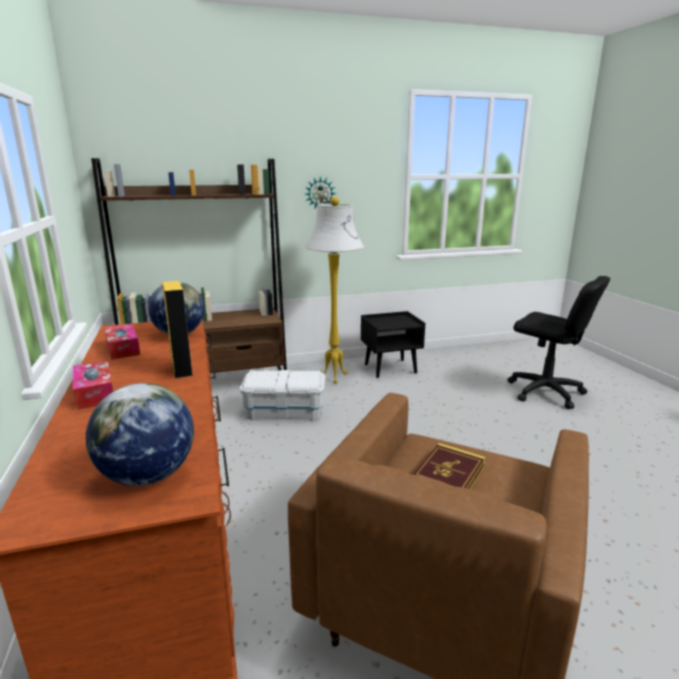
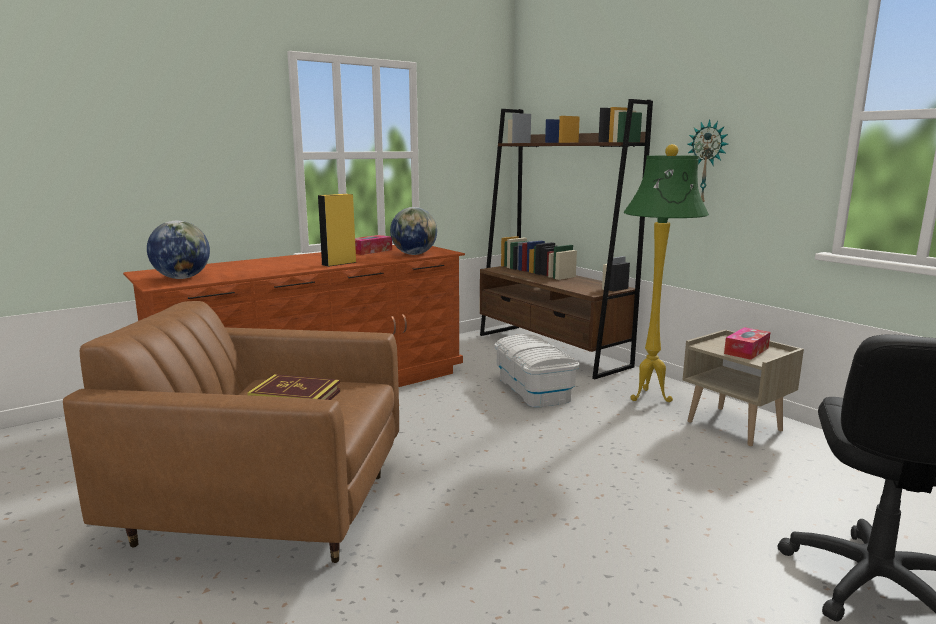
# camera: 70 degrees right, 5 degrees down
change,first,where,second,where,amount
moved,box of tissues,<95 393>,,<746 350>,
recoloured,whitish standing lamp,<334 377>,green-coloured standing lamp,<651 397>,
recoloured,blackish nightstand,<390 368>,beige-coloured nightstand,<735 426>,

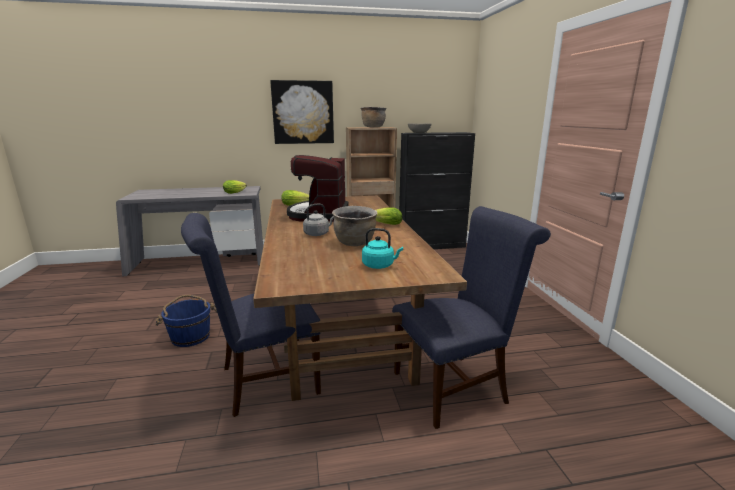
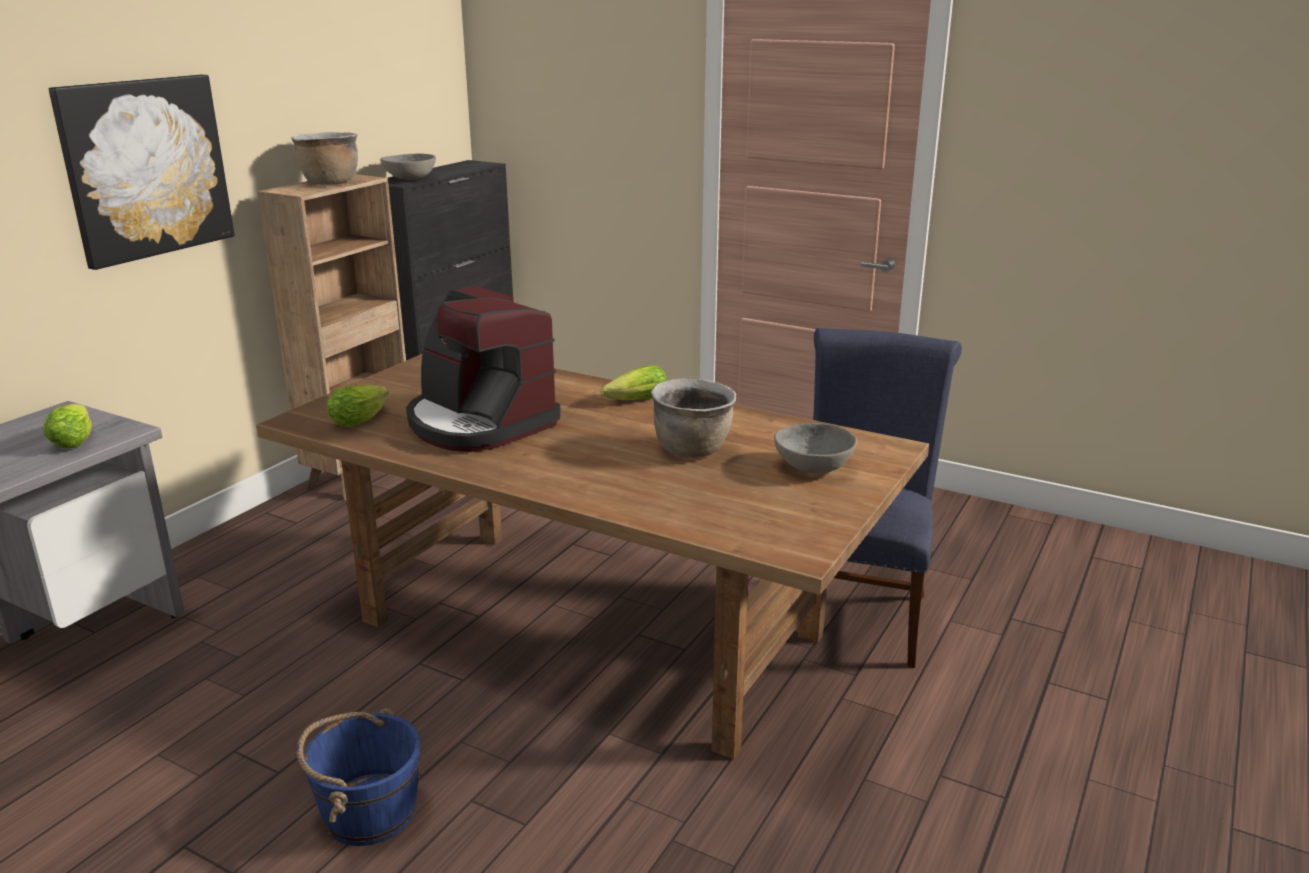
# camera: 50 degrees left, 5 degrees up
change,first,where,second,where,amount
removed,bluish upright chair,<262 381>,,,
removed,greyish kettle,<318 234>,,,
replaced,turquoise-coloured kettle,<379 265>,greyish bowl,<812 467>,

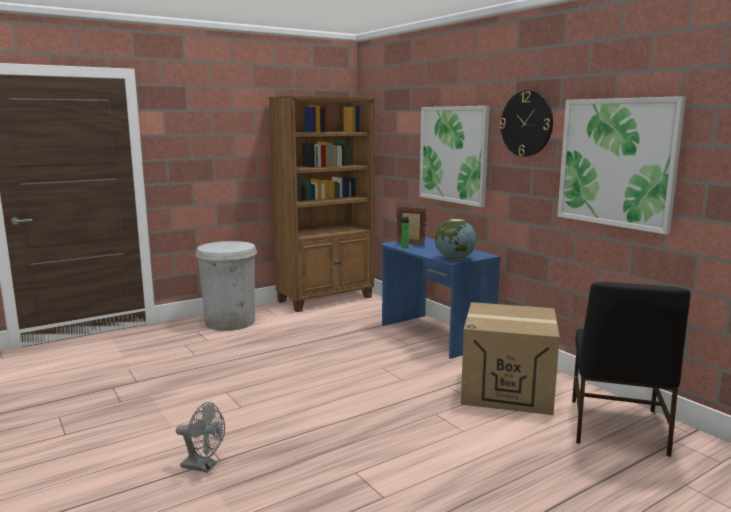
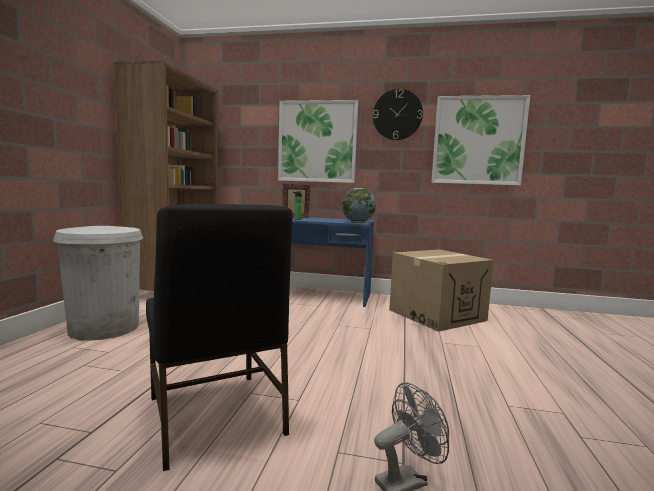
# camera: 45 degrees left, 5 degrees down
change,first,where,second,where,amount
moved,blackish upright chair,<616 427>,,<214 417>,

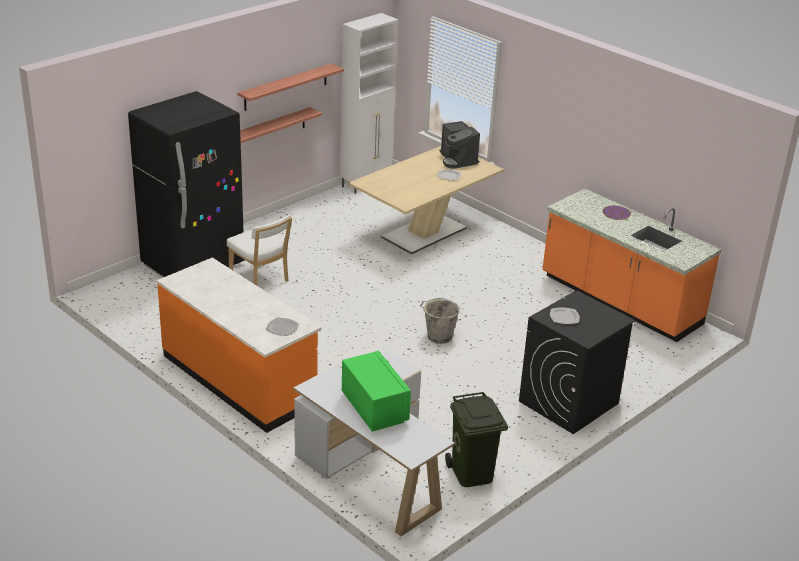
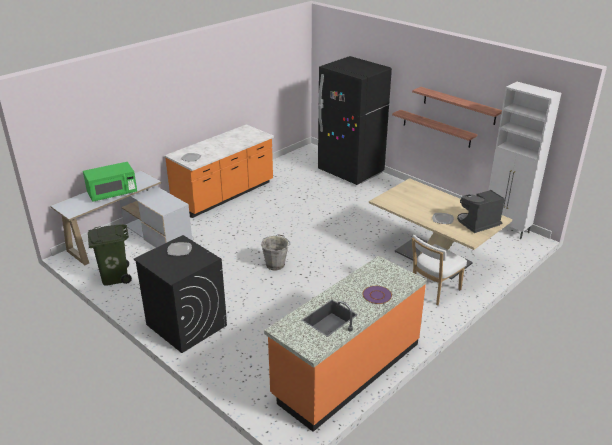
# camera: 90 degrees right, 0 degrees up
change,first,where,second,where,amount
moved,whitish upright chair,<260 280>,,<433 290>,

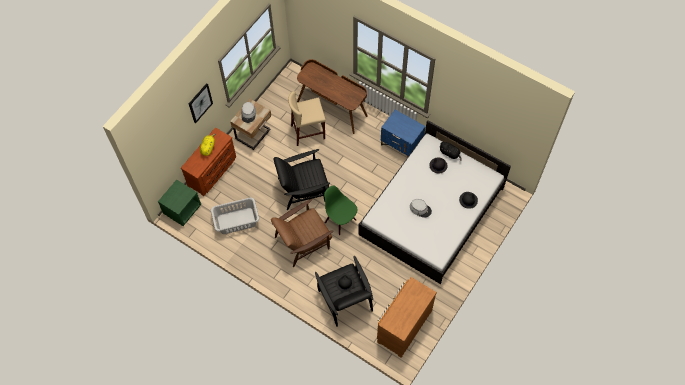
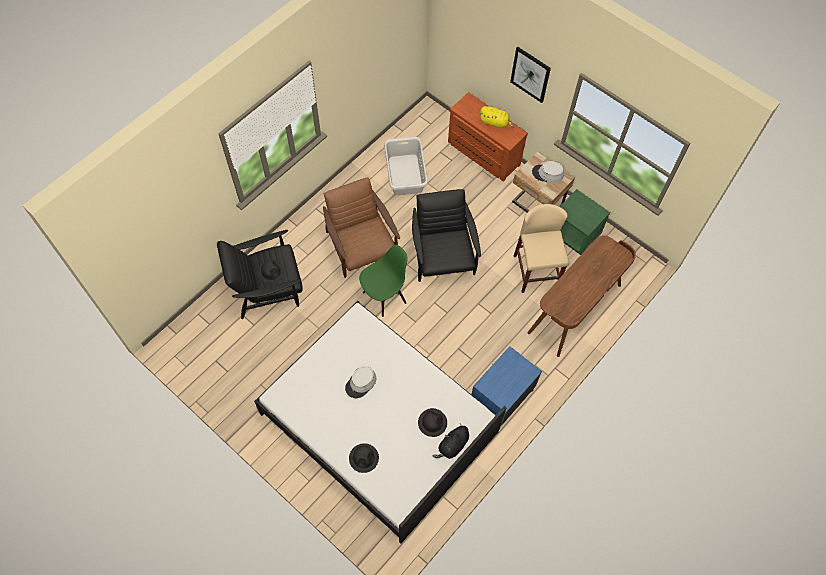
# camera: 95 degrees right, 0 degrees up
change,first,where,second,where,amount
removed,brownish drawer chest,<403 326>,,,
moved,green-coloured nightstand,<182 209>,,<575 233>,

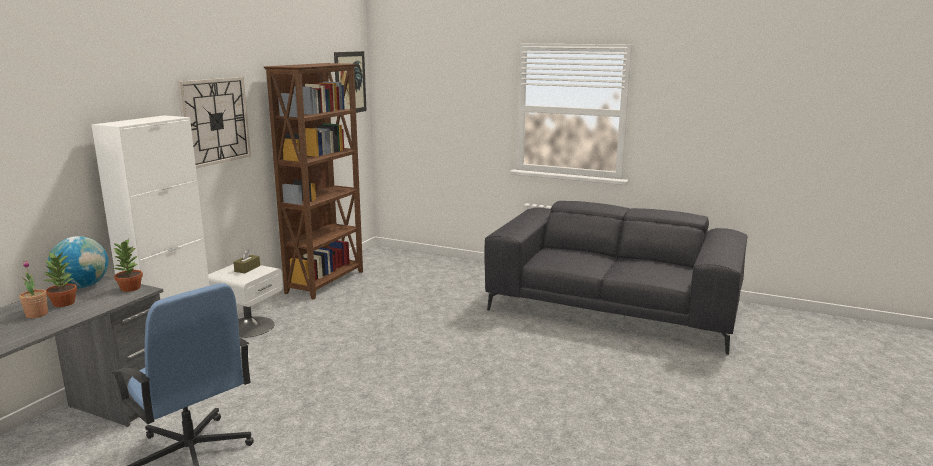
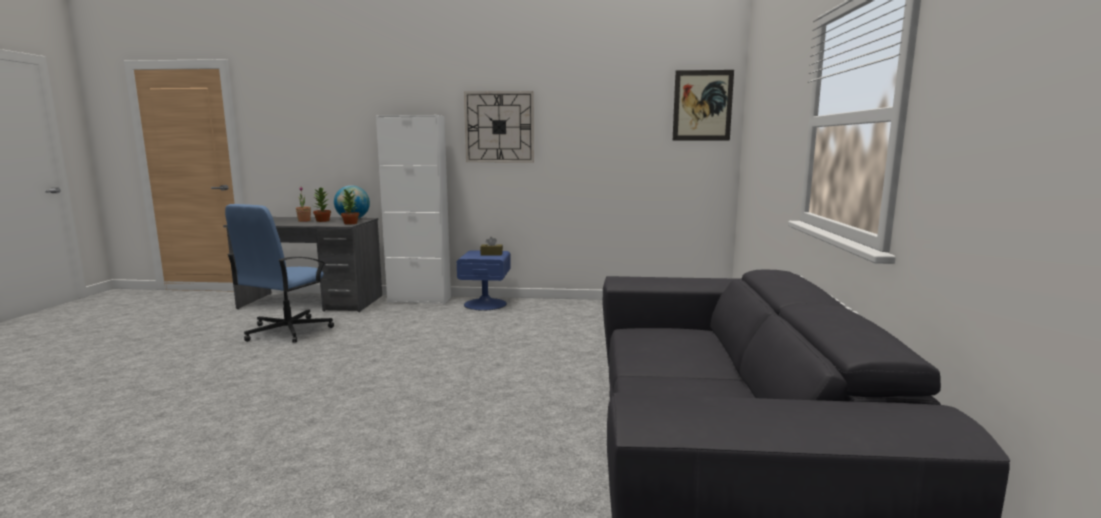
# camera: 70 degrees right, 5 degrees down
change,first,where,second,where,amount
removed,brownish bookshelf,<326 282>,,,
recoloured,whitish nightstand,<248 326>,bluish nightstand,<485 304>,

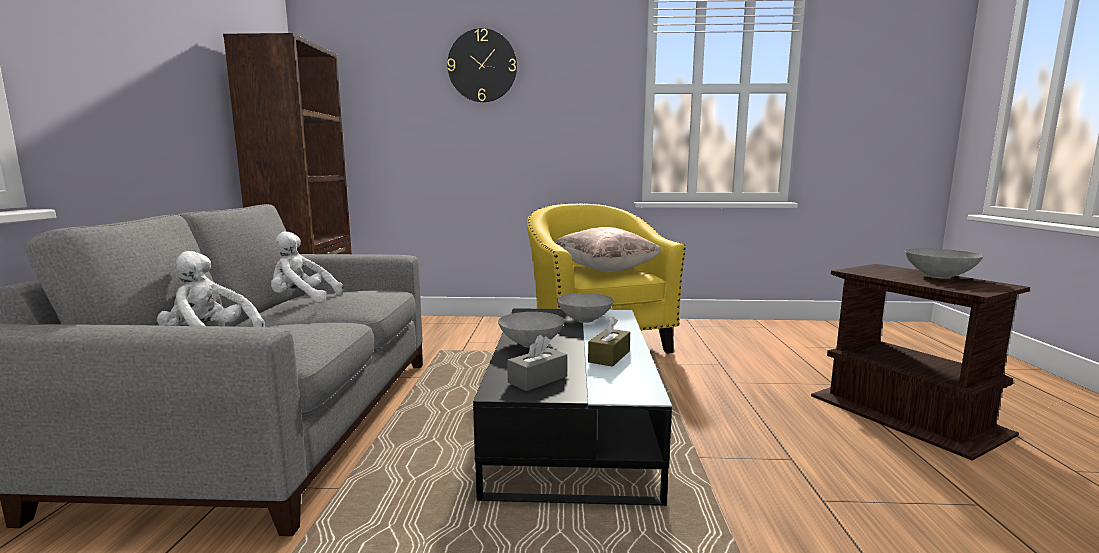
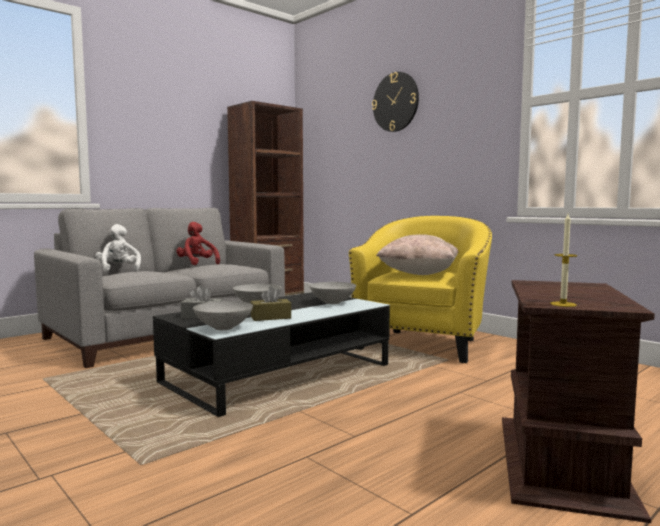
# camera: 45 degrees right, 5 degrees down
change,first,where,second,where,amount
added,,,wax light,<563 304>,
moved,greyish bowl,<938 276>,,<222 328>,
recoloured,whitish soft toy,<302 299>,reddish soft toy,<197 264>,

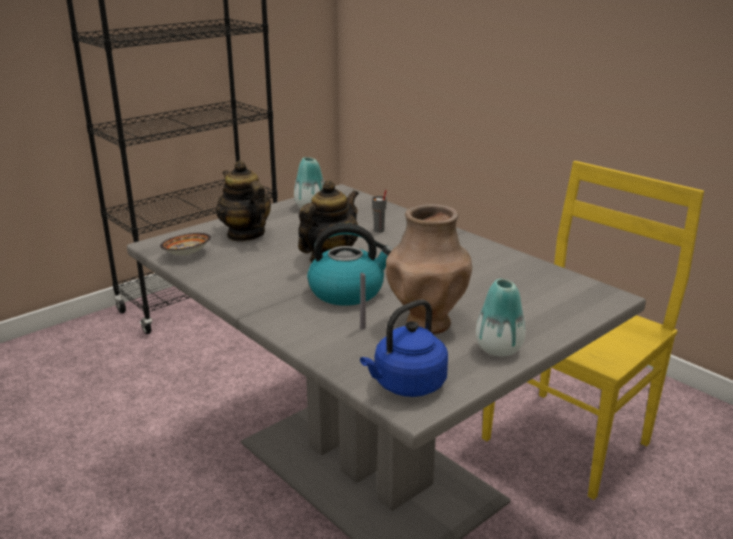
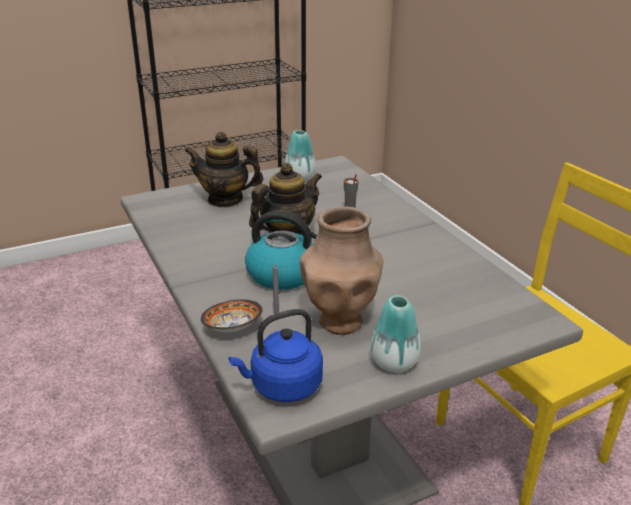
# camera: 15 degrees right, 5 degrees up
change,first,where,second,where,amount
moved,bowl,<187 254>,,<232 327>,
turned,teapot,<245 234>,,<225 200>,60 degrees counterclockwise

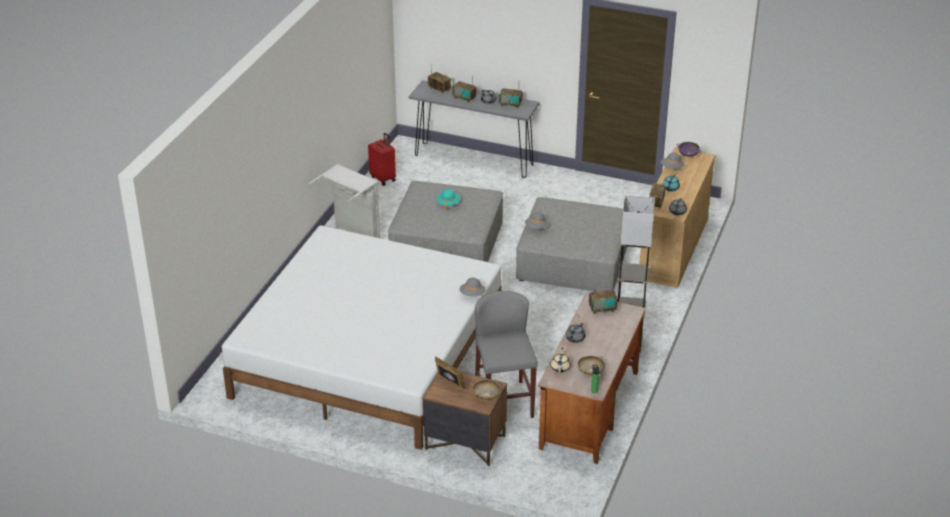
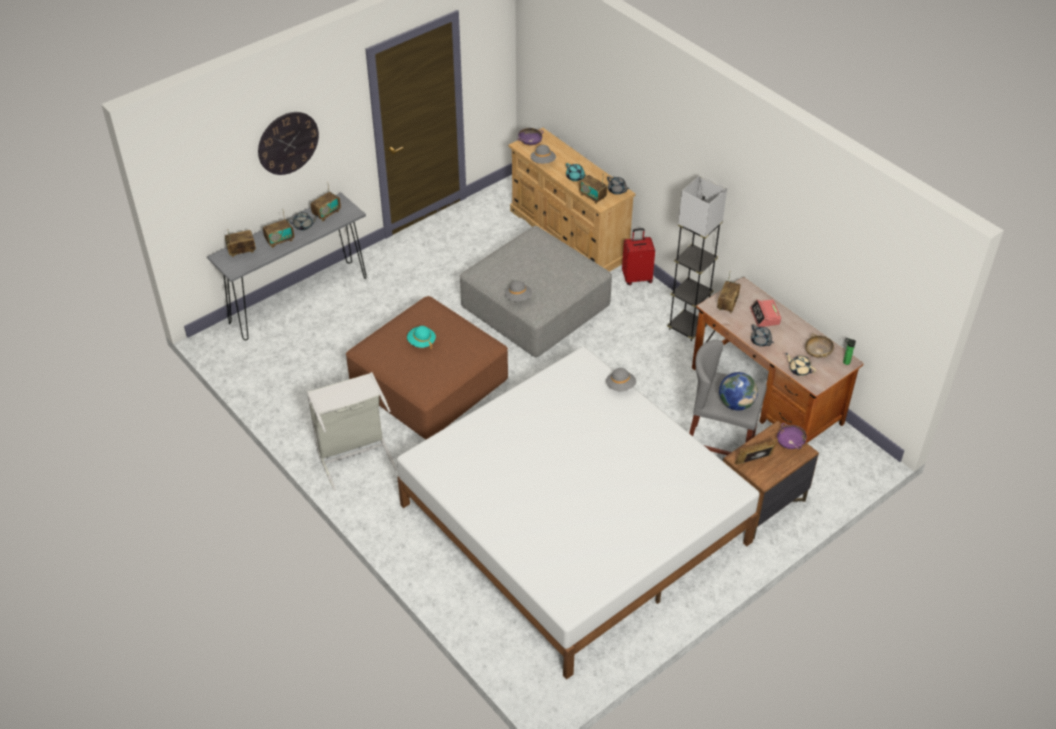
# camera: 60 degrees left, 10 degrees up
change,first,where,second,where,amount
added,,,clock on the wall,<288 143>,
added,,,desk globe,<736 404>,
added,,,bedside clock,<765 316>,
moved,reddish suitcase,<383 178>,,<637 278>,
recoloured,greyish pouffe,<447 242>,brownish pouffe,<429 382>,
recoloured,beige-coloured bowl,<486 396>,purple bowl,<790 443>,

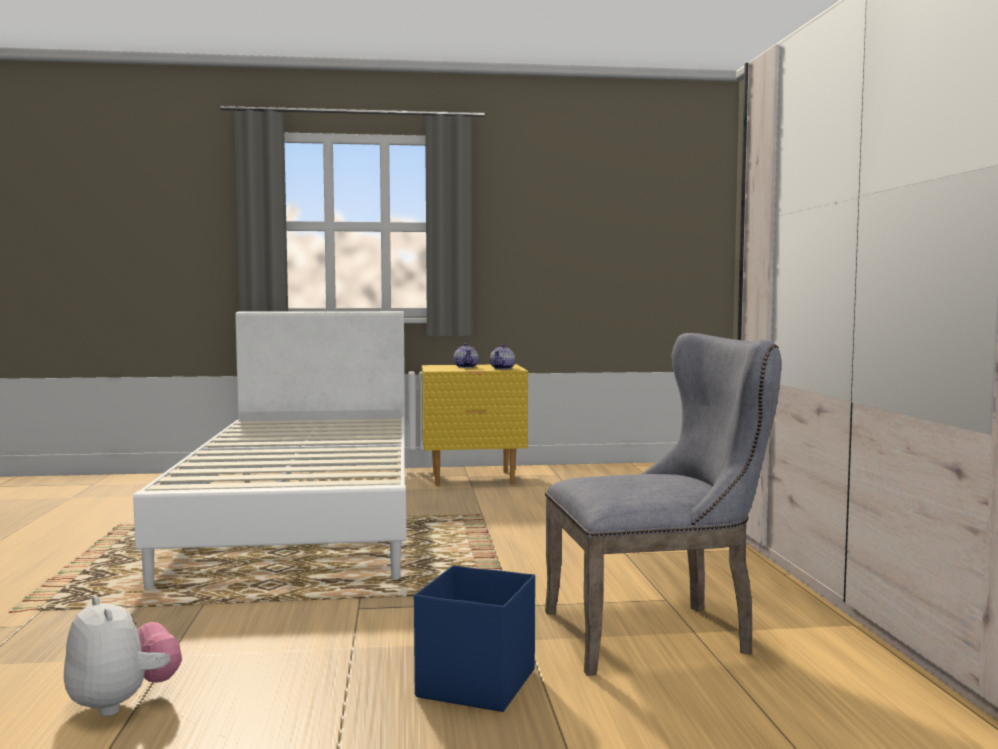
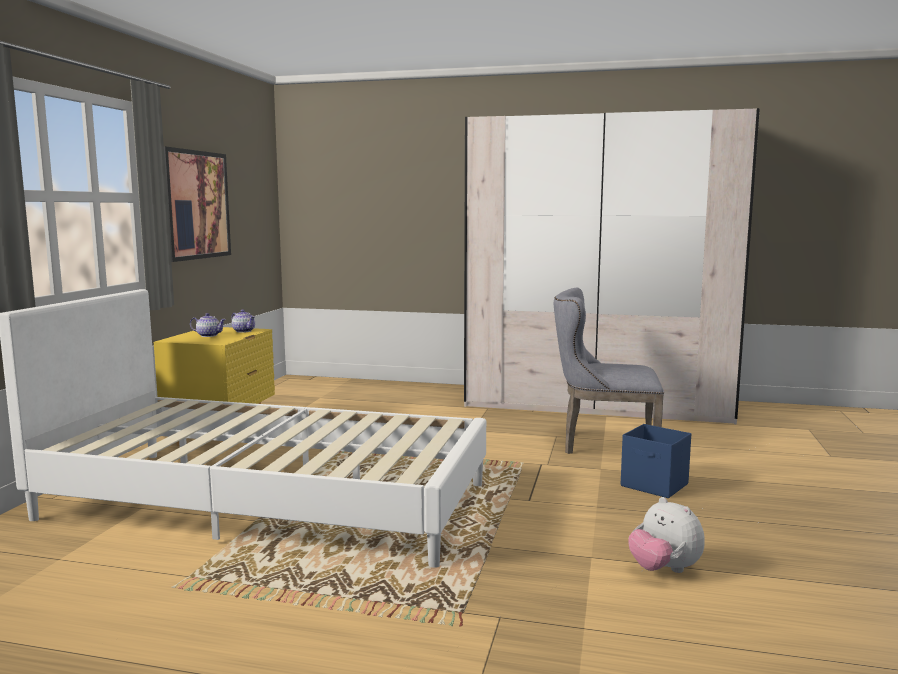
# camera: 70 degrees left, 5 degrees up
change,first,where,second,where,amount
added,,,picture,<196 205>,
turned,soft toy,<122 703>,,<664 570>,105 degrees counterclockwise
turned,greyish upright chair,<659 633>,,<602 445>,90 degrees counterclockwise

